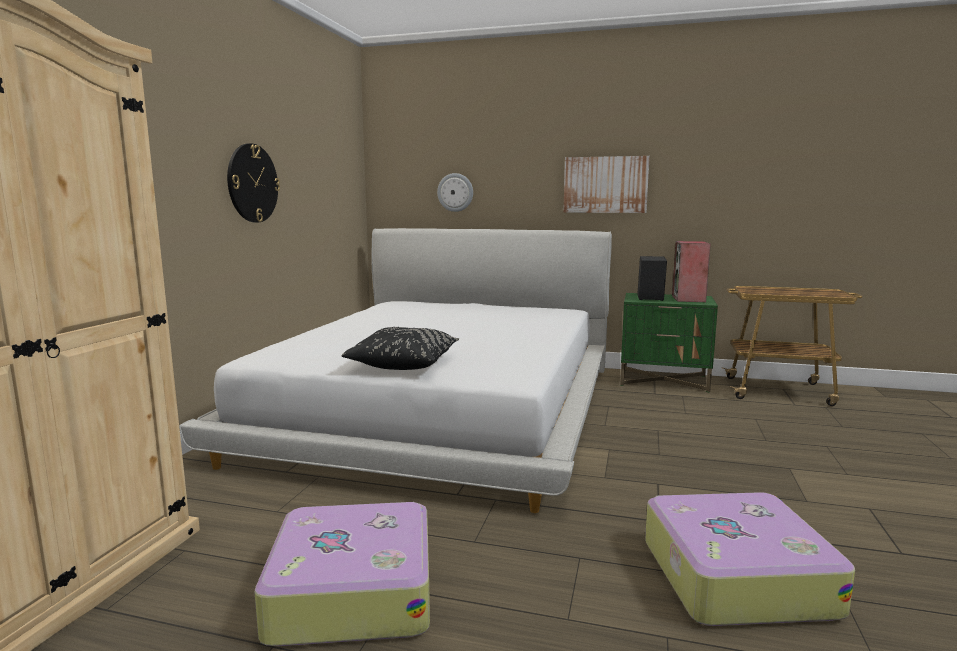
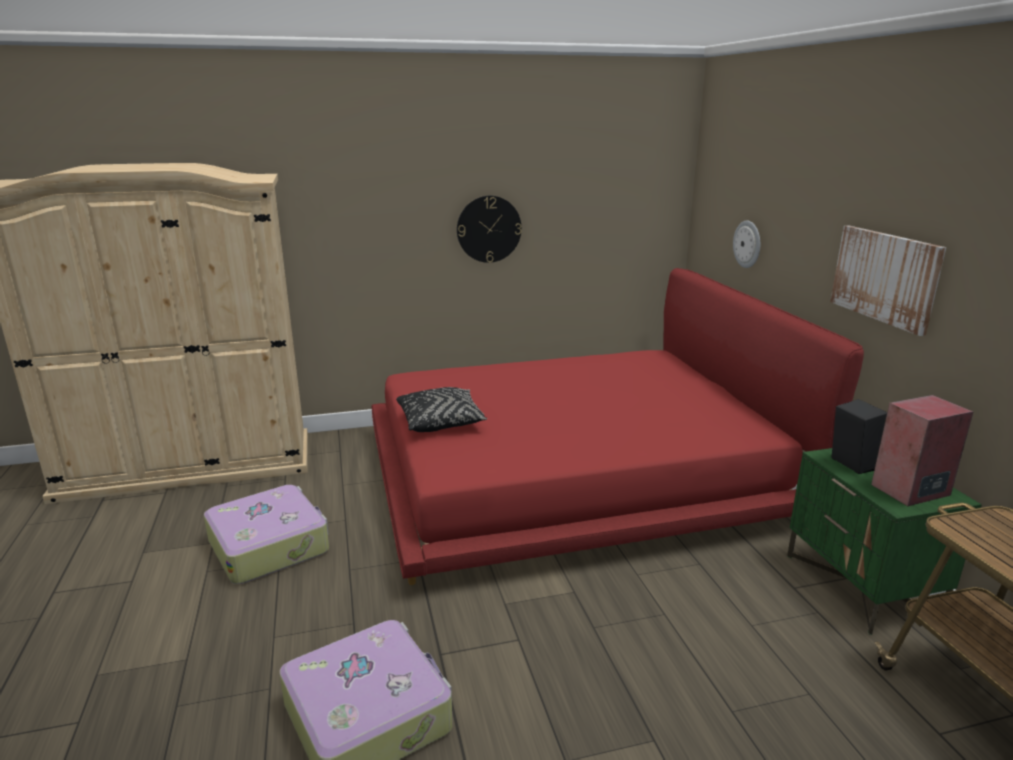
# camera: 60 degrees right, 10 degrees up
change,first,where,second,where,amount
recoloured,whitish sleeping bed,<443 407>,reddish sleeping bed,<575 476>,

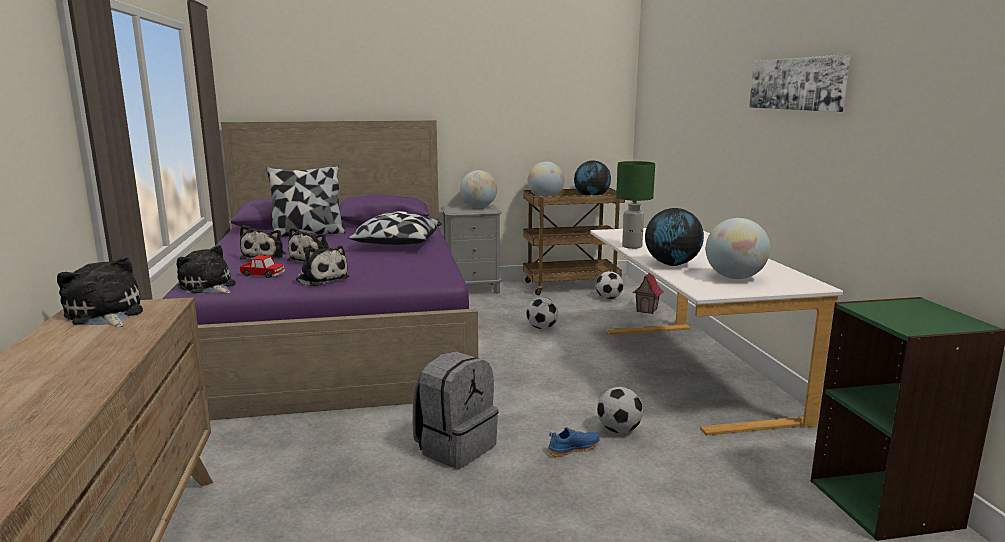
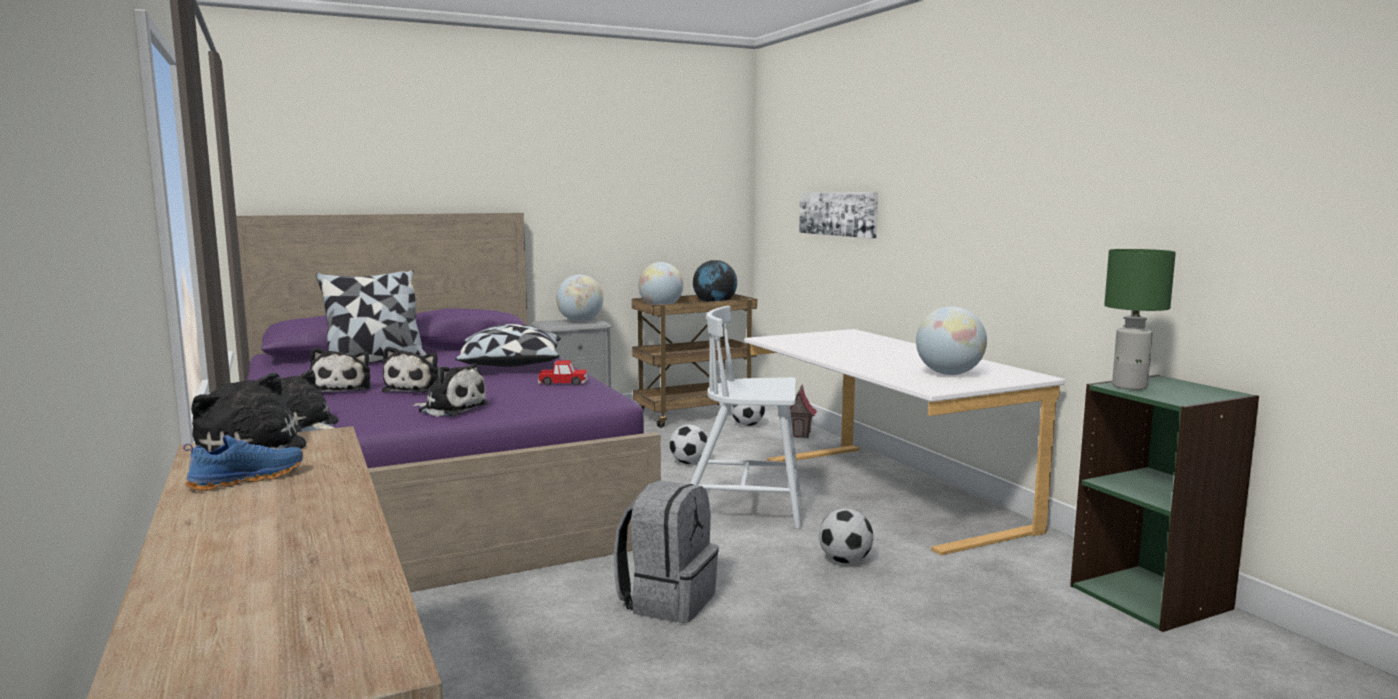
# camera: 15 degrees left, 5 degrees down
change,first,where,second,where,amount
removed,desk globe,<672 264>,,,
added,,,whitish upright chair,<744 509>,
moved,miniature car,<263 274>,,<563 383>,
moved,bluish low shoe,<572 449>,,<246 479>,
moved,green-coloured tabletop lamp,<632 246>,,<1130 386>,
moved,picture,<797 84>,,<838 213>,

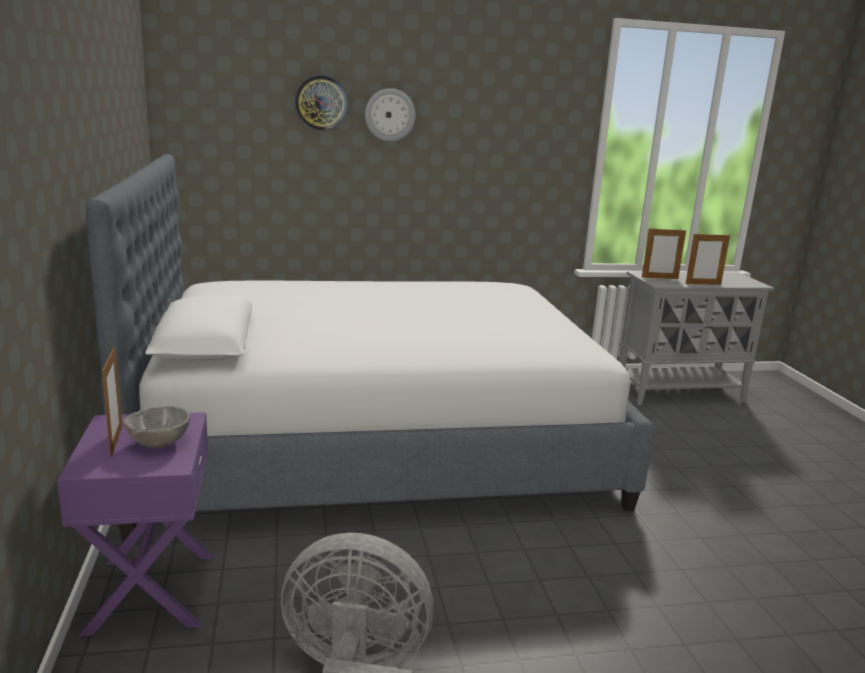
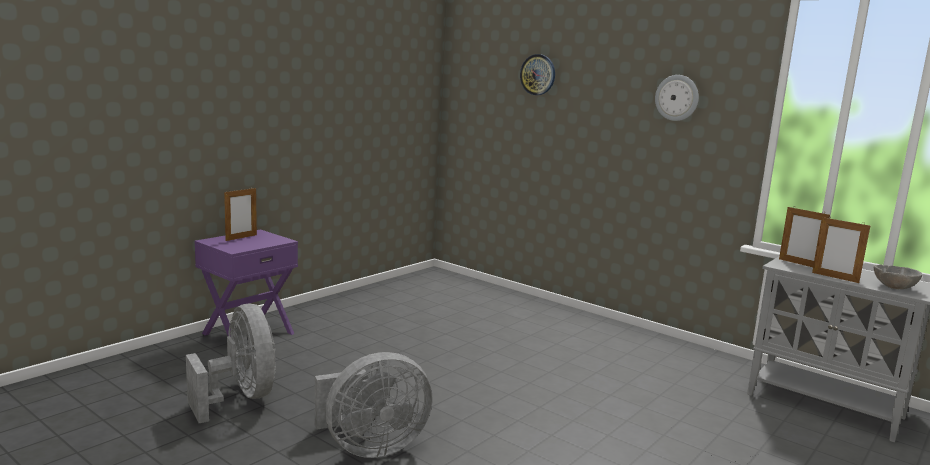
# camera: 50 degrees right, 5 degrees down
change,first,where,second,where,amount
removed,sleeping bed,<374 440>,,,
added,,,greyish electric fan,<370 447>,
moved,greyish bowl,<158 443>,,<893 287>,
moved,clock on the wall,<390 115>,,<677 98>,

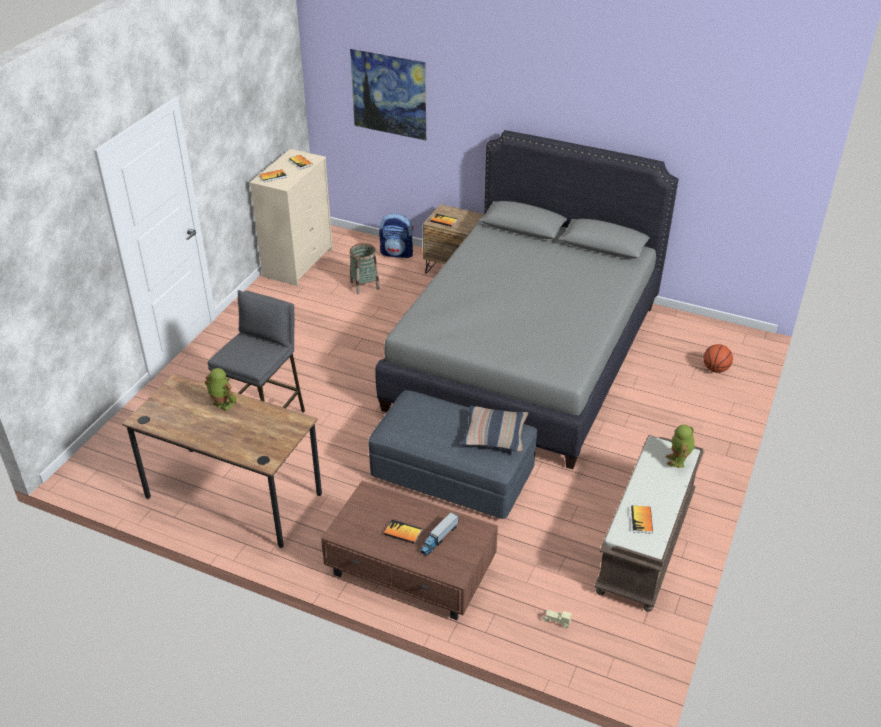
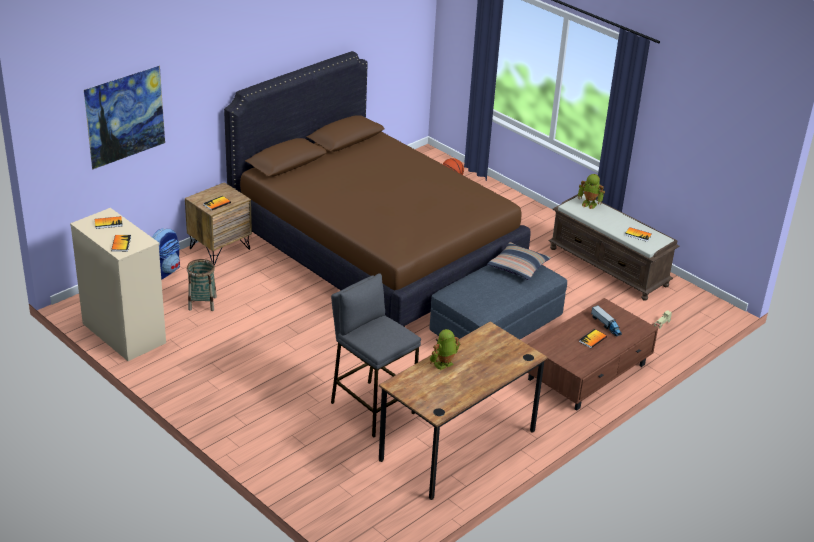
# camera: 70 degrees left, 5 degrees down
change,first,where,second,where,amount
recoloured,greyish sleeping bed,<524 355>,brownish sleeping bed,<375 251>,

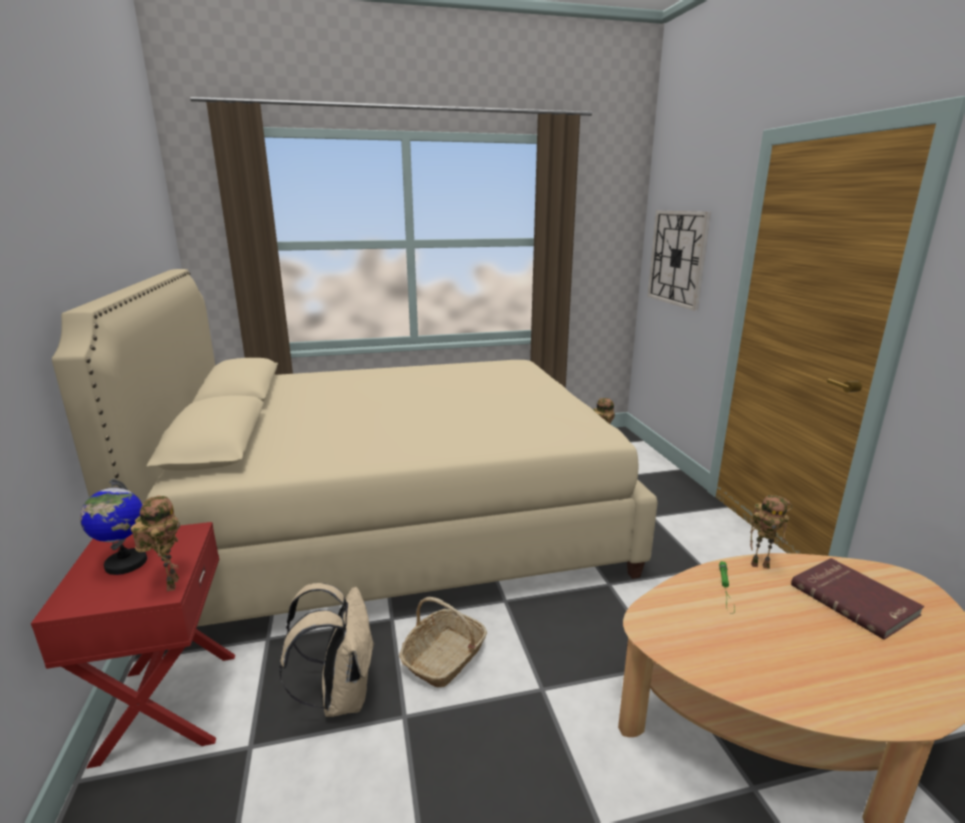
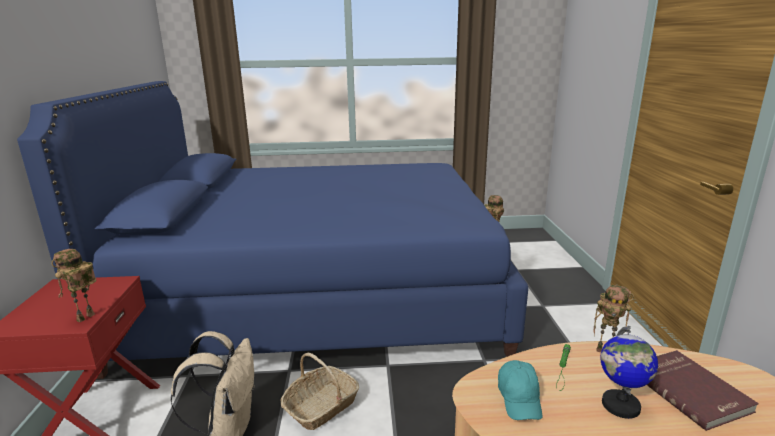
# camera: 10 degrees right, 0 degrees up
change,first,where,second,where,amount
removed,clock on the wall,<677 258>,,,
added,,,turquoise-coloured cap,<519 398>,
moved,desk globe,<125 563>,,<620 405>,
recoloured,beige-coloured sleeping bed,<397 522>,bluish sleeping bed,<319 294>,
turned,toy robot,<170 584>,,<86 318>,150 degrees counterclockwise

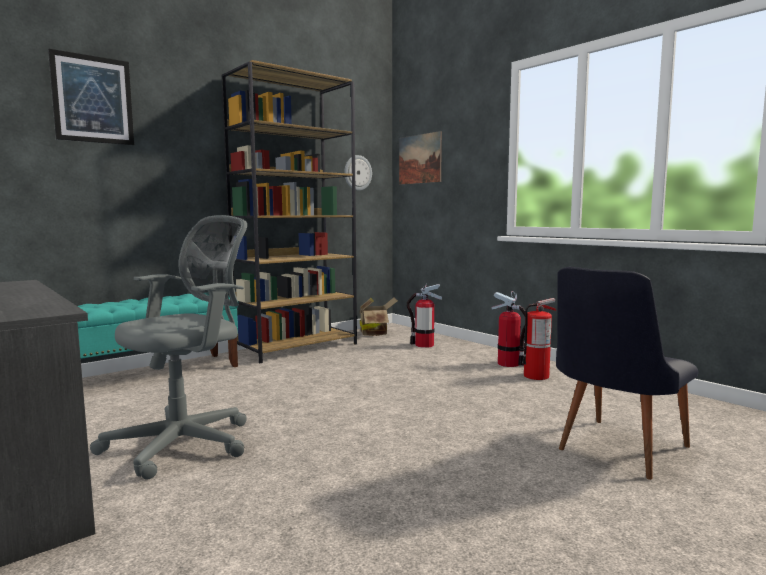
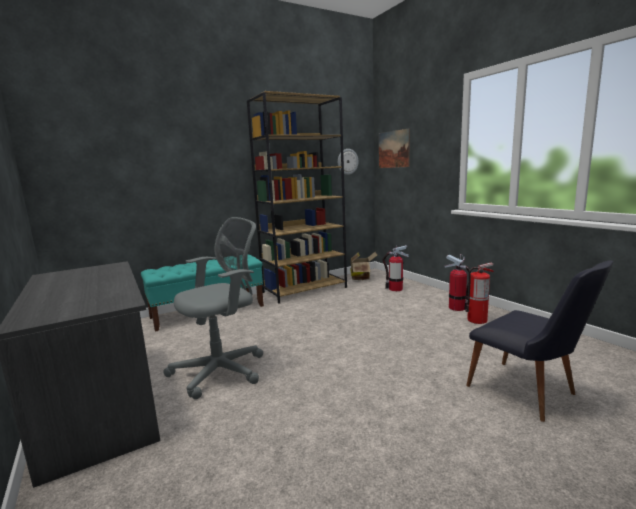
# camera: 10 degrees right, 5 degrees up
change,first,where,second,where,amount
removed,picture,<92 99>,,,
turned,blackish upright chair,<615 451>,,<529 394>,90 degrees counterclockwise

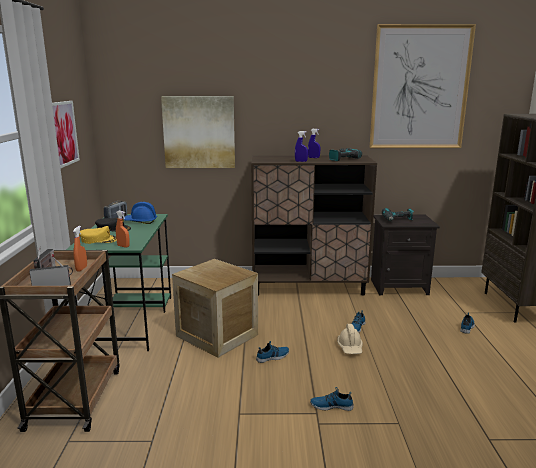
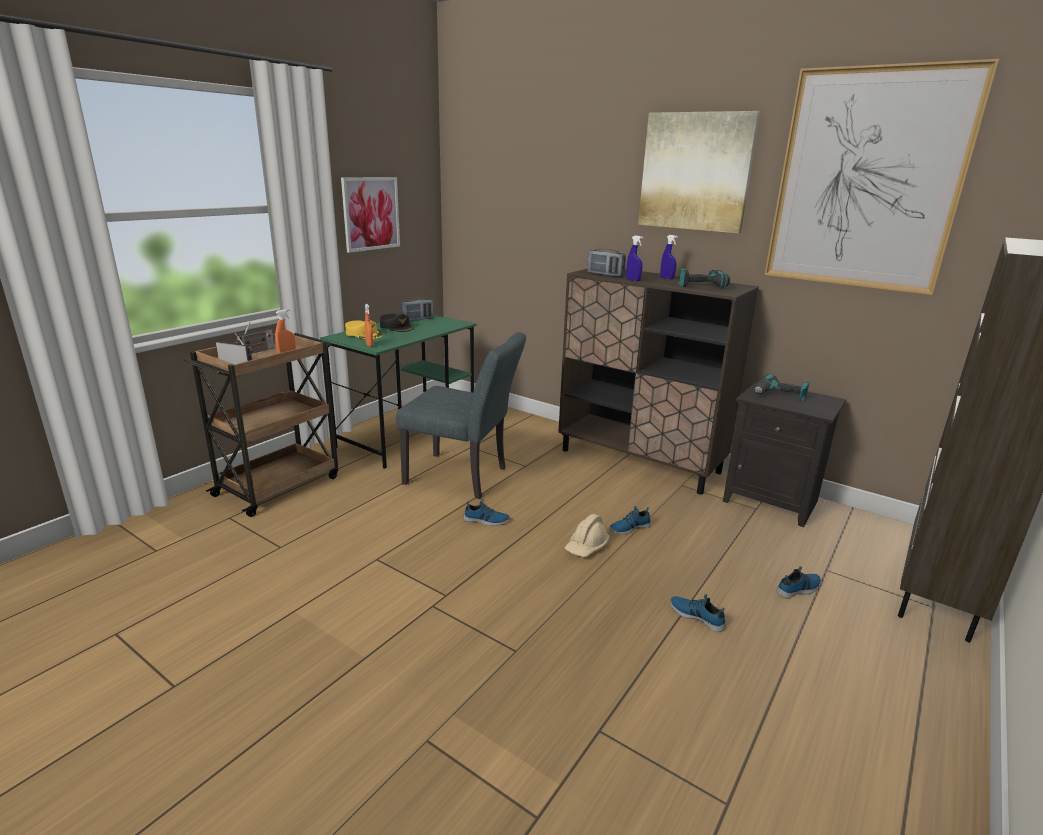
# camera: 35 degrees right, 5 degrees up
change,first,where,second,where,amount
removed,bluish safety helmet,<140 221>,,,
added,,,radio set,<605 274>,
moved,picture,<199 132>,,<695 172>,
moved,low shoe,<331 405>,,<697 616>,
replaced,crate,<217 335>,greyish upright chair,<463 477>,

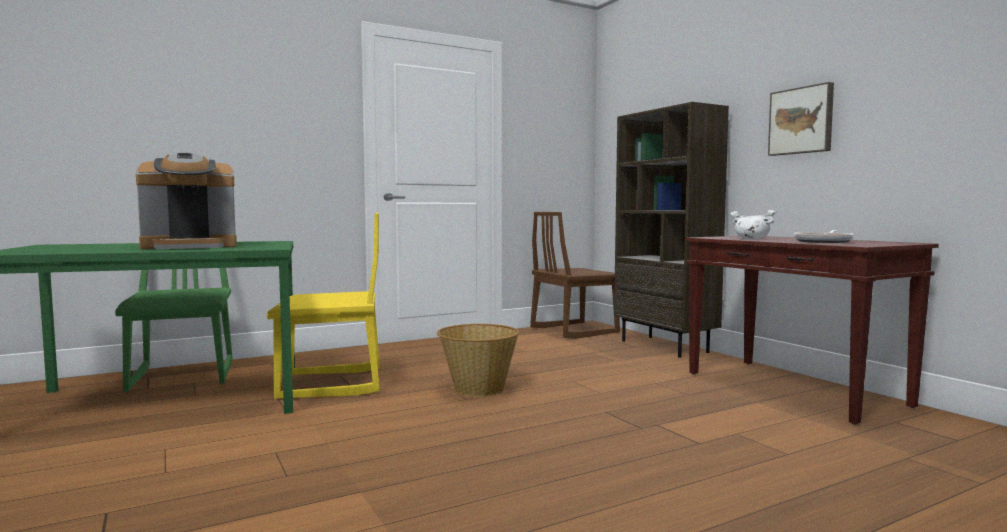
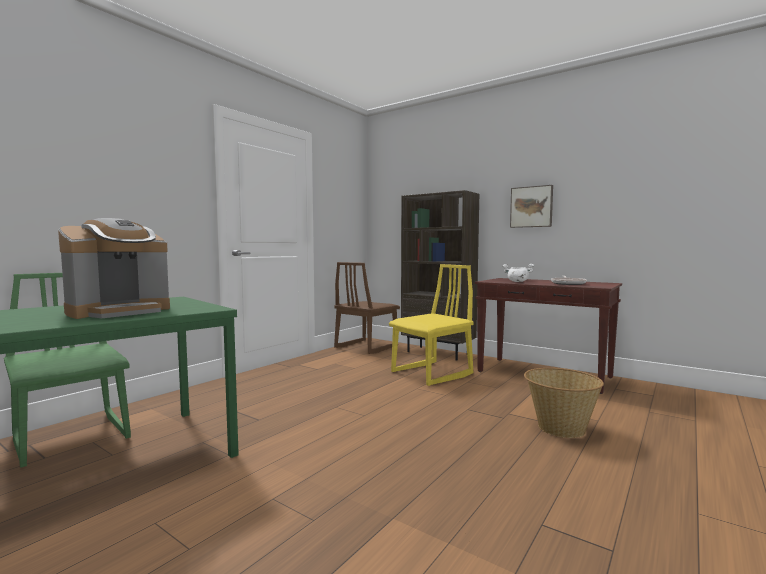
# camera: 25 degrees left, 0 degrees up
change,first,where,second,where,amount
moved,yellow upright chair,<331 384>,,<432 374>,
moved,household basket,<478 388>,,<560 428>,

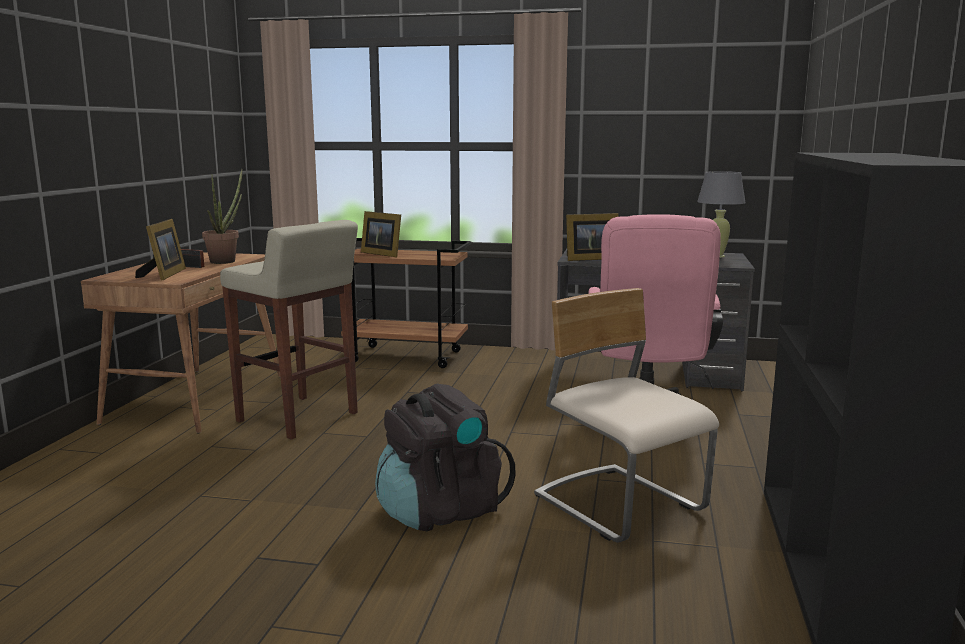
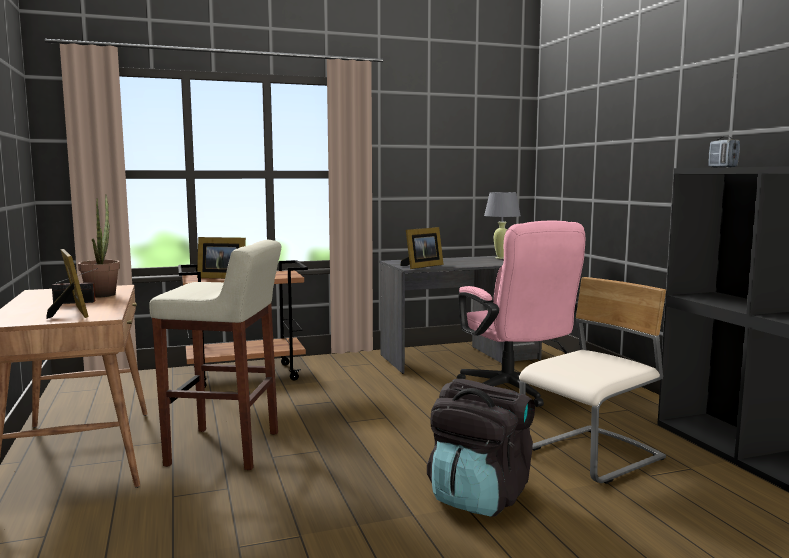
# camera: 30 degrees left, 5 degrees down
change,first,where,second,where,amount
added,,,radio set,<722 167>,
turned,beige-coloured upright chair,<619 505>,,<592 456>,120 degrees clockwise

